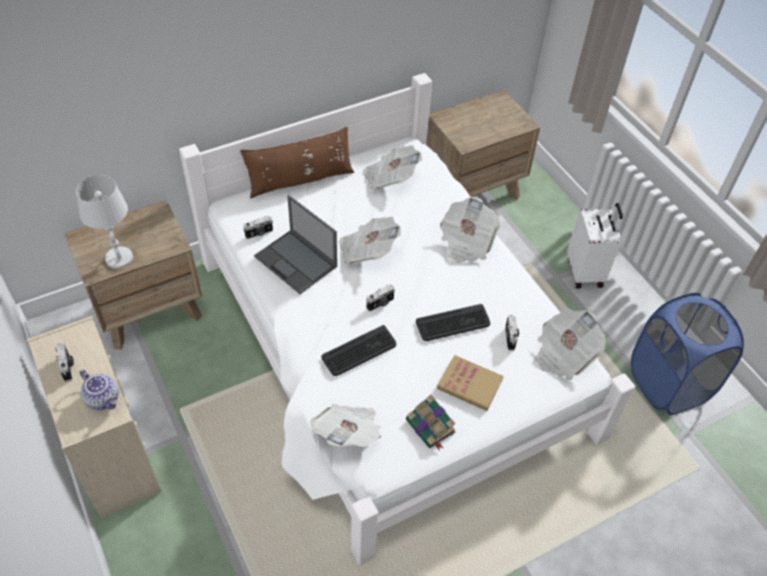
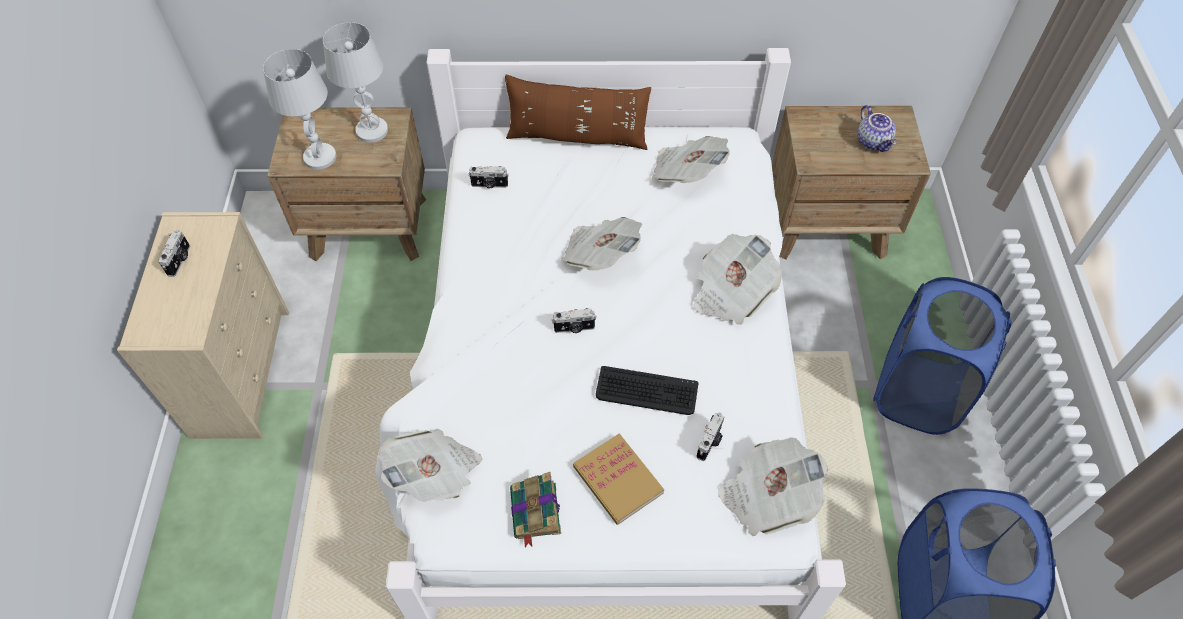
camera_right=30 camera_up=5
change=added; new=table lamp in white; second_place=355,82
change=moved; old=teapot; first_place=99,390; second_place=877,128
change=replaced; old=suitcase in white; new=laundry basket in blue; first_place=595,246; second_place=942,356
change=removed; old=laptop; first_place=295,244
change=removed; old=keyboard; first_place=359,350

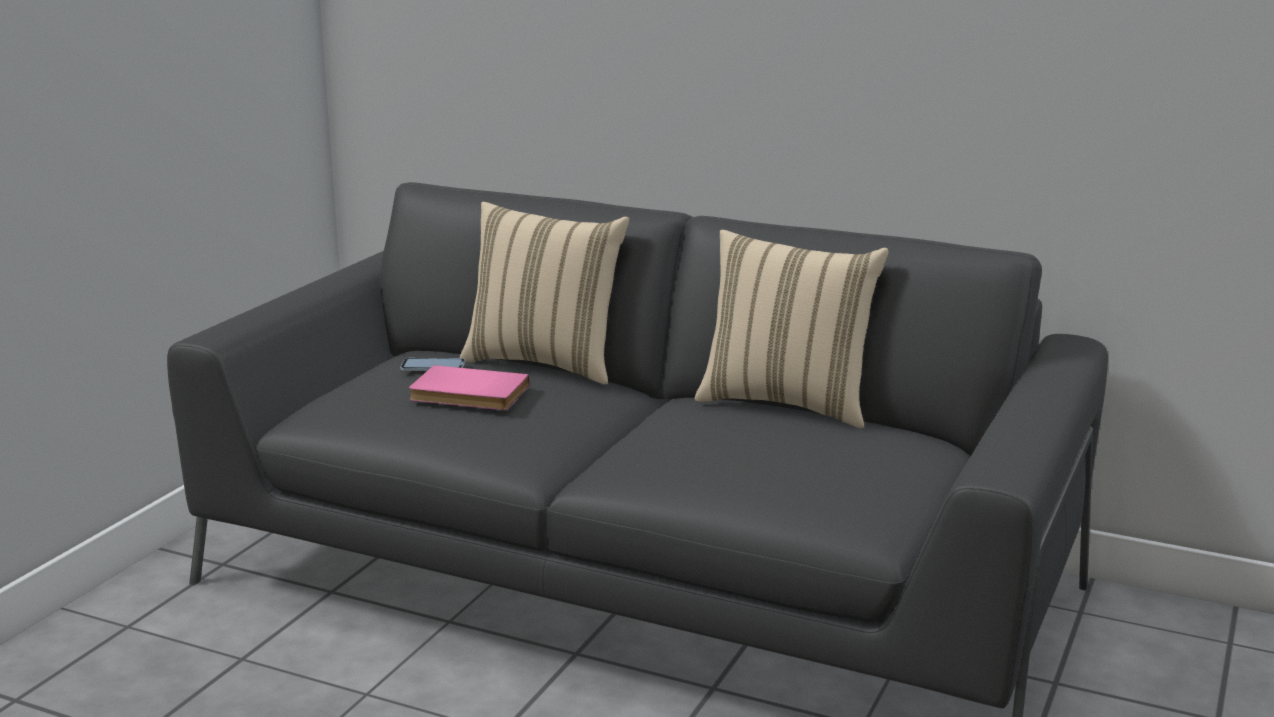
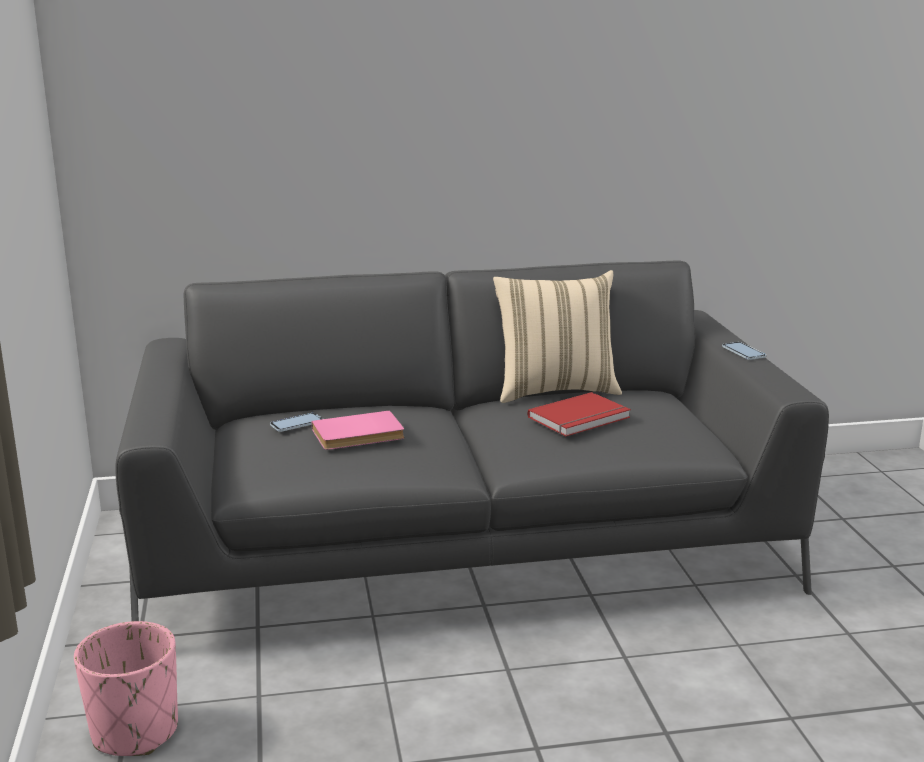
camera_right=-35 camera_up=0
change=added; new=planter in pink; second_place=126,688
change=added; new=book in red; second_place=579,414
change=added; new=phone; second_place=744,351
change=removed; old=pillow in beige; first_place=544,293

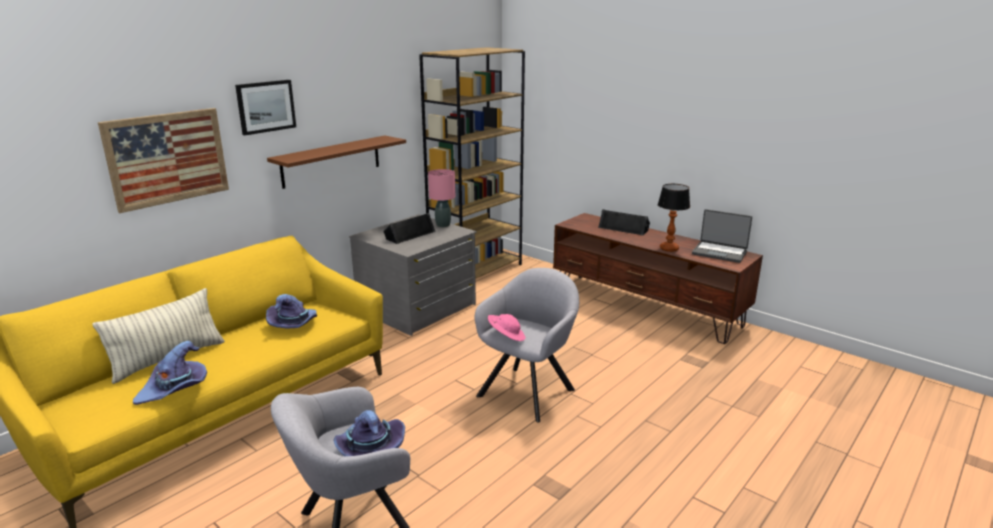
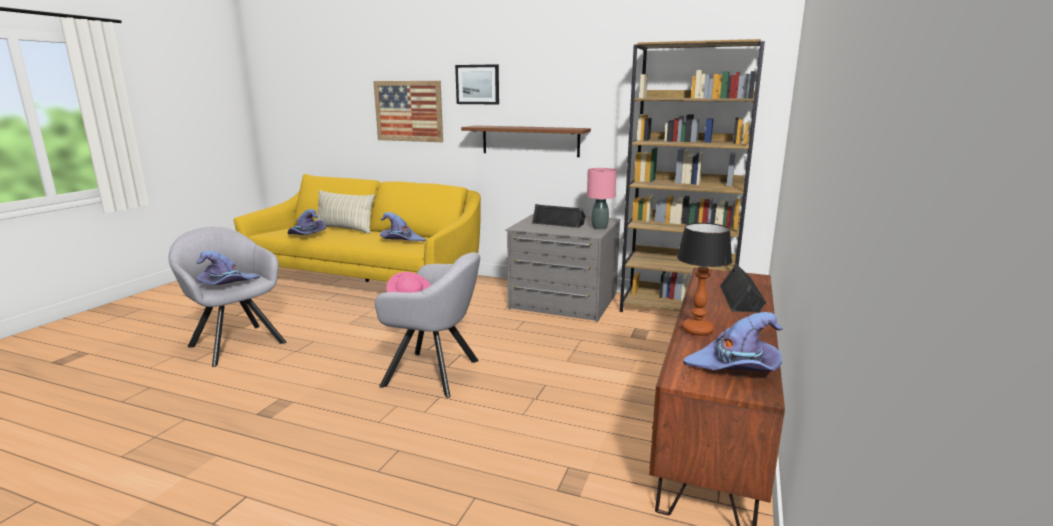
camera_right=70 camera_up=-5
change=replaced; old=laptop; new=hat in purple; first_place=722,236; second_place=733,341

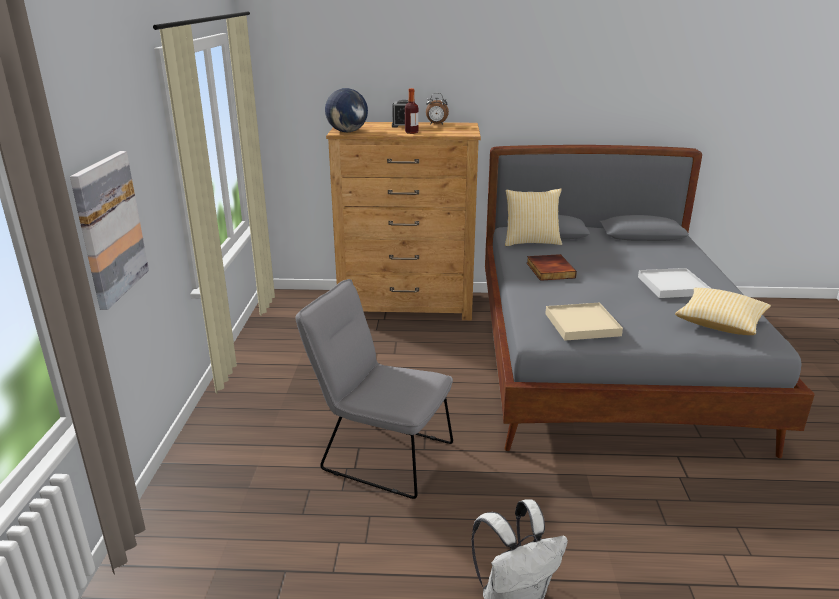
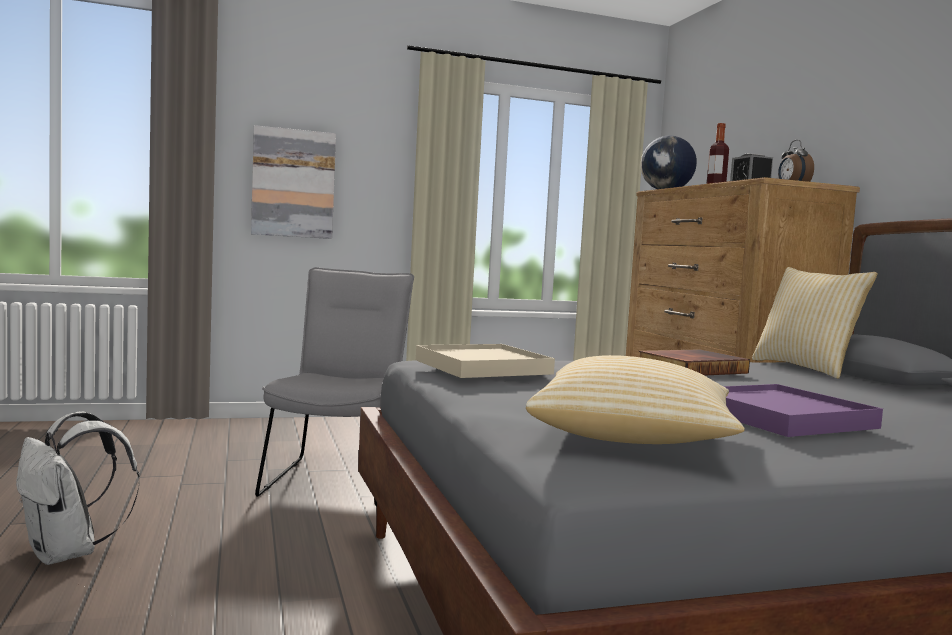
camera_right=70 camera_up=-20
change=recoloured; old=tray in white; new=tray in purple; first_place=674,283; second_place=803,410

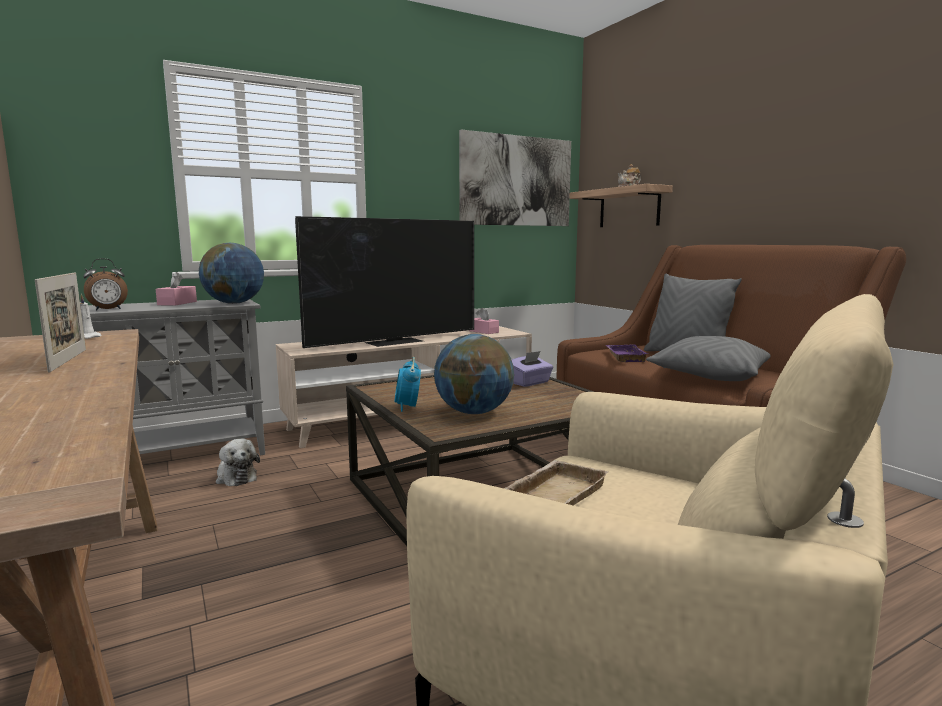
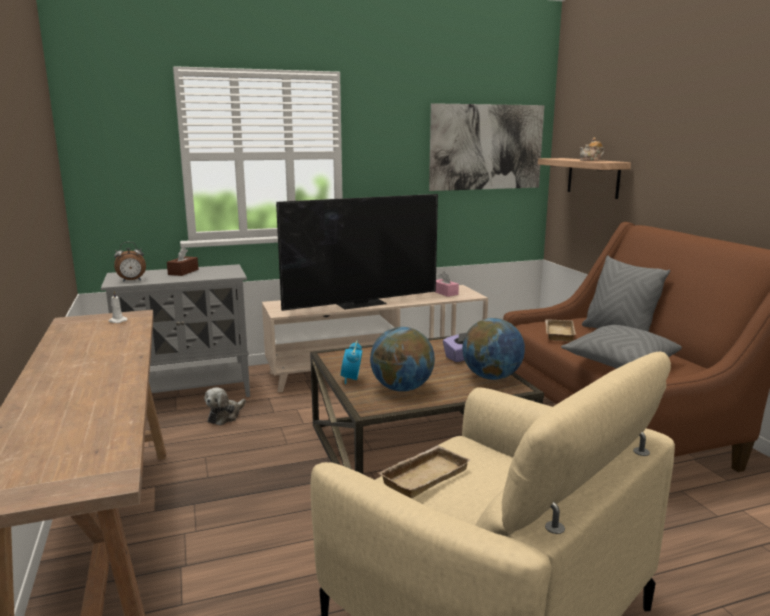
camera_right=10 camera_up=5
change=recoloured; old=tissue box in pink; new=tissue box in brown; first_place=176,289; second_place=183,261
change=turned; old=plush toy; first_place=238,462; second_place=225,406; degrees=60
change=moved; old=globe; first_place=231,273; second_place=493,349
change=recoloured; old=tray in purple; new=tray in beige; first_place=627,353; second_place=560,330
change=removed; old=picture frame; first_place=60,322

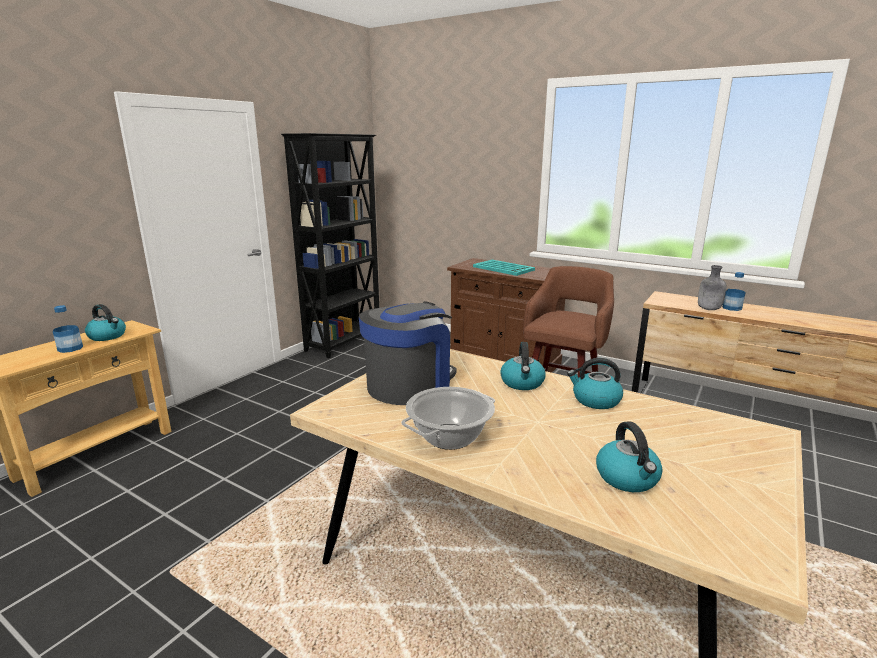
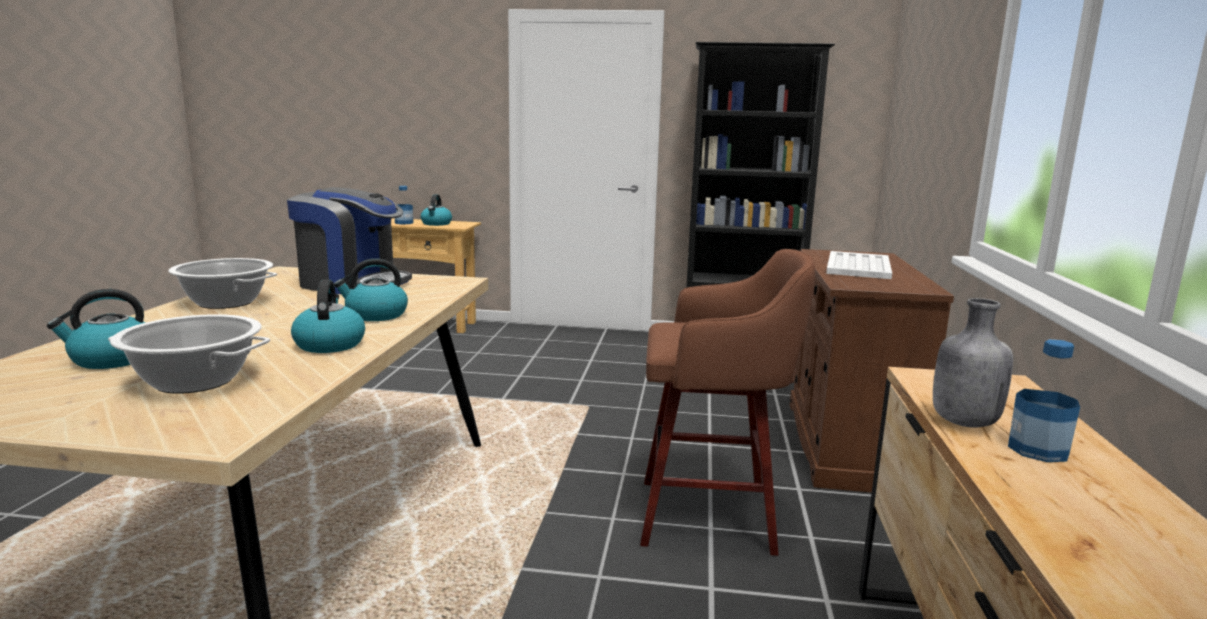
camera_right=65 camera_up=-5
change=added; new=cooking pot; second_place=189,354
change=recoloured; old=tray in turquoise; new=tray in white; first_place=504,268; second_place=859,265

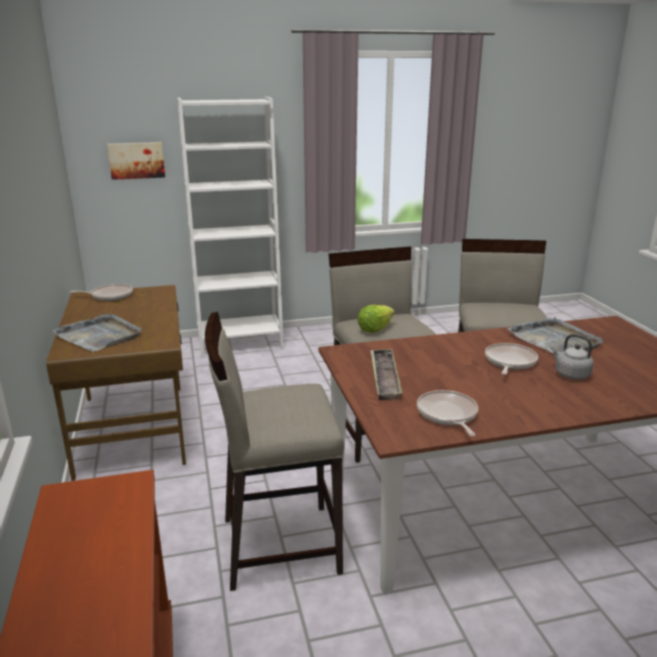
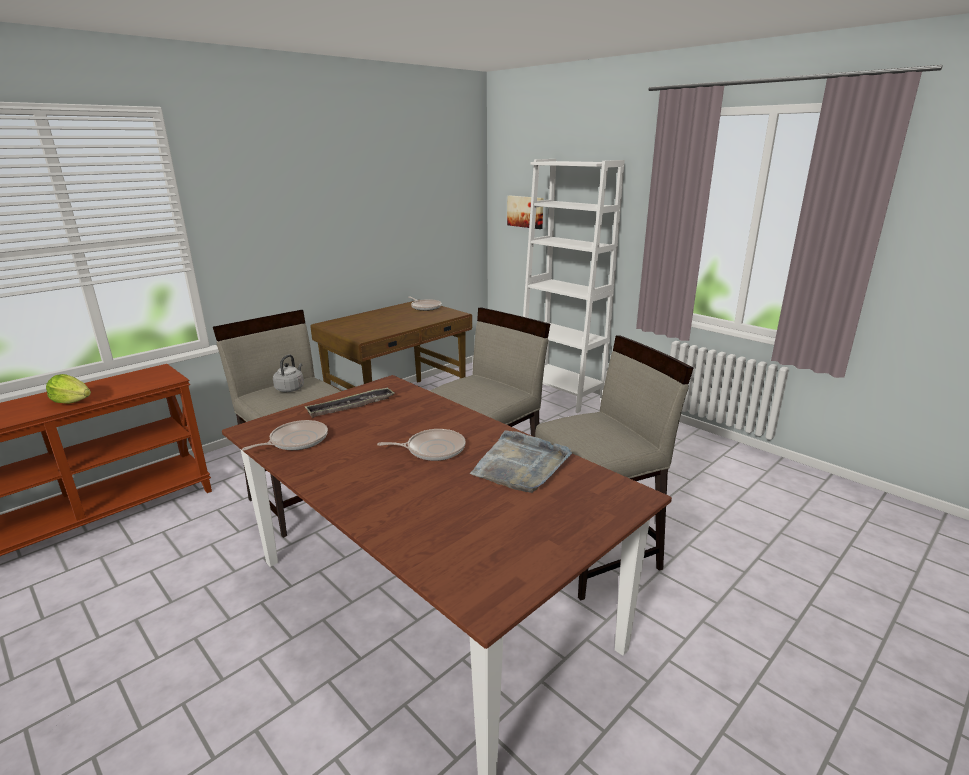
camera_right=60 camera_up=0
change=moved; old=lettuce; first_place=376,319; second_place=68,389
change=moved; old=kettle in grey; first_place=572,357; second_place=288,373
change=removed; old=tray in grey; first_place=97,332

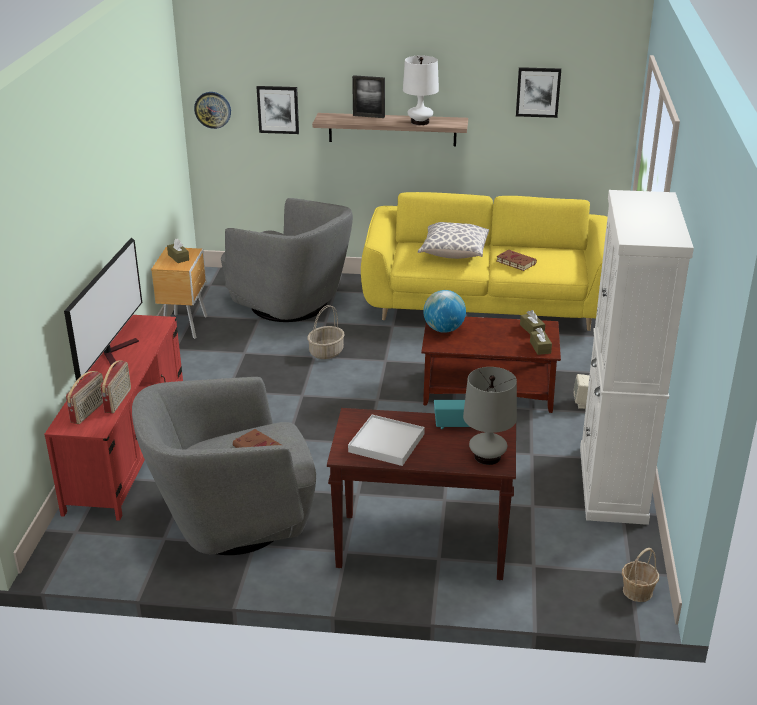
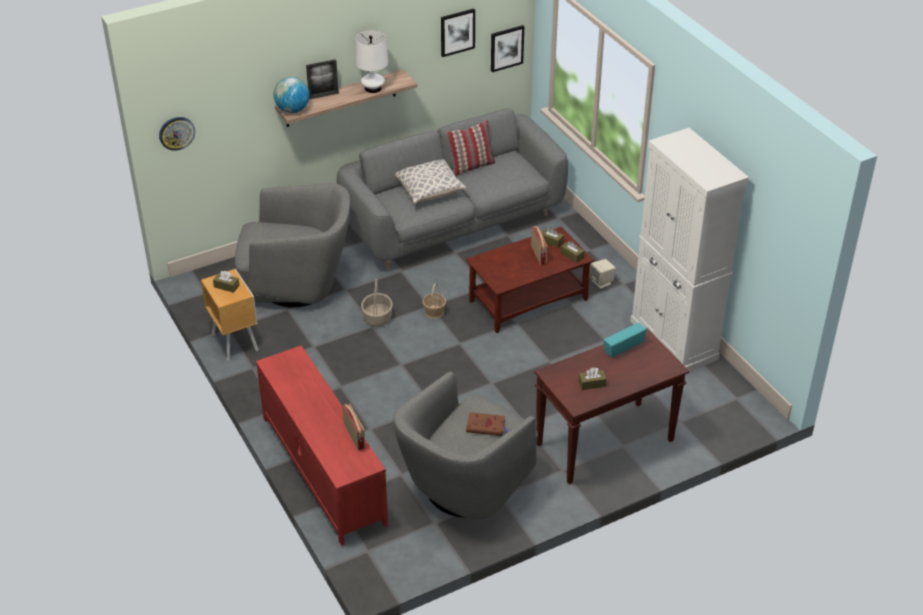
camera_right=-35 camera_up=10
change=moved; old=globe; first_place=444,311; second_place=292,95
change=recoloured; old=sofa in yellow; new=sofa in grey; first_place=484,261; second_place=452,188
change=moved; old=basket; first_place=640,575; second_place=434,301
change=added; new=pillow; second_place=470,148
change=moved; old=picture; first_place=278,110; second_place=507,48
change=moved; old=radio; first_place=84,397; second_place=539,245
change=replaced; old=tray in white; new=tissue box in brown; first_place=386,440; second_place=592,378
change=removed; old=television; first_place=103,309
change=removed; old=table lamp in grey; first_place=490,416
change=removed; old=book in brown; first_place=516,260

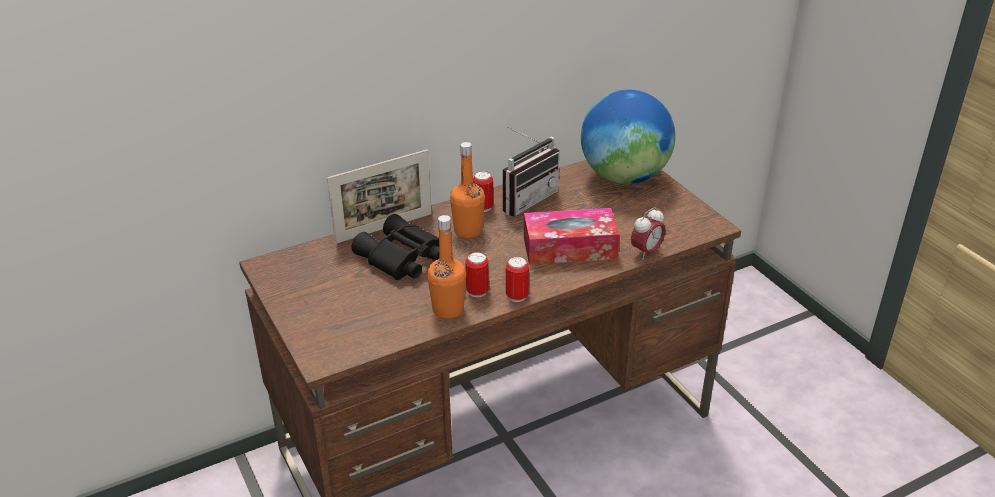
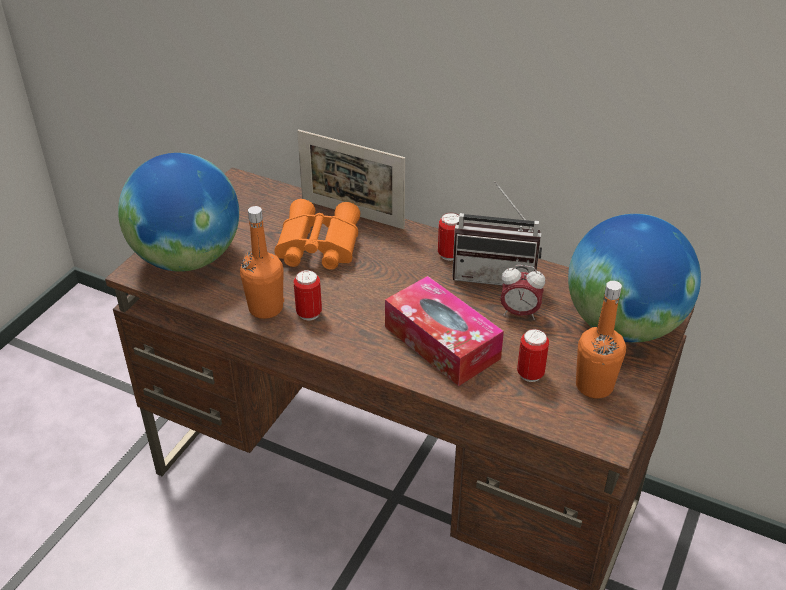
camera_right=55 camera_up=5
change=added; new=globe; second_place=178,212
change=recoloured; old=binoculars in black; new=binoculars in orange; first_place=395,247; second_place=317,234
change=moved; old=alarm clock; first_place=648,233; second_place=522,292
change=moved; old=can; first_place=517,279; second_place=533,355
change=moved; old=bottle in orange; first_place=467,190; second_place=601,339

